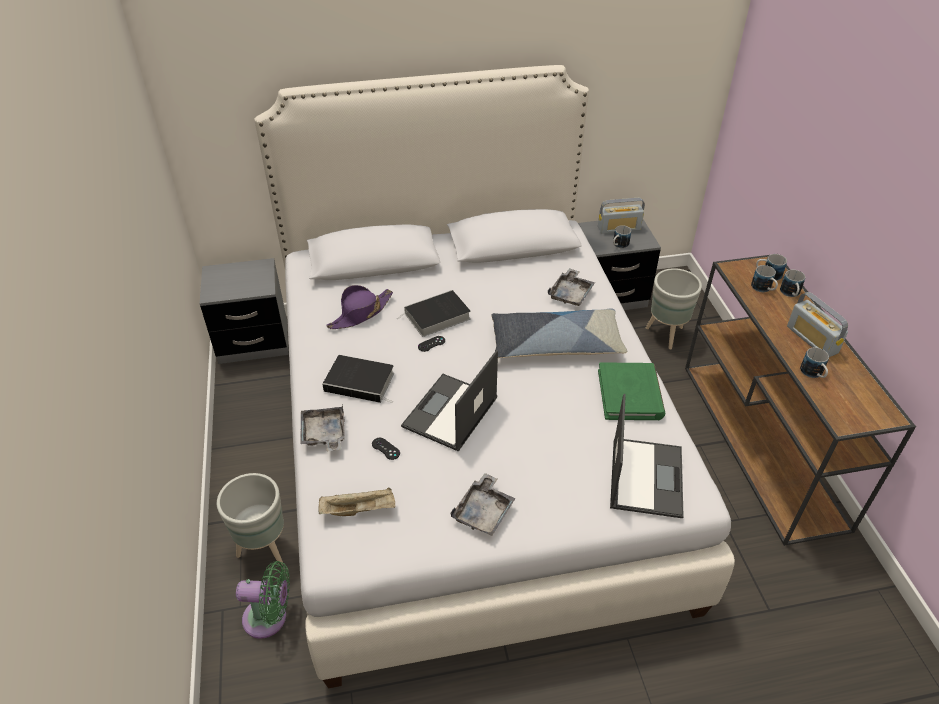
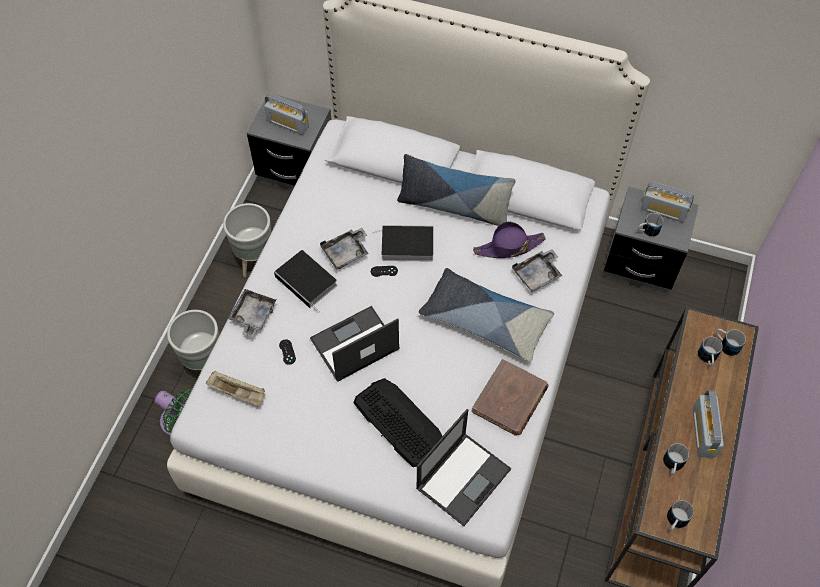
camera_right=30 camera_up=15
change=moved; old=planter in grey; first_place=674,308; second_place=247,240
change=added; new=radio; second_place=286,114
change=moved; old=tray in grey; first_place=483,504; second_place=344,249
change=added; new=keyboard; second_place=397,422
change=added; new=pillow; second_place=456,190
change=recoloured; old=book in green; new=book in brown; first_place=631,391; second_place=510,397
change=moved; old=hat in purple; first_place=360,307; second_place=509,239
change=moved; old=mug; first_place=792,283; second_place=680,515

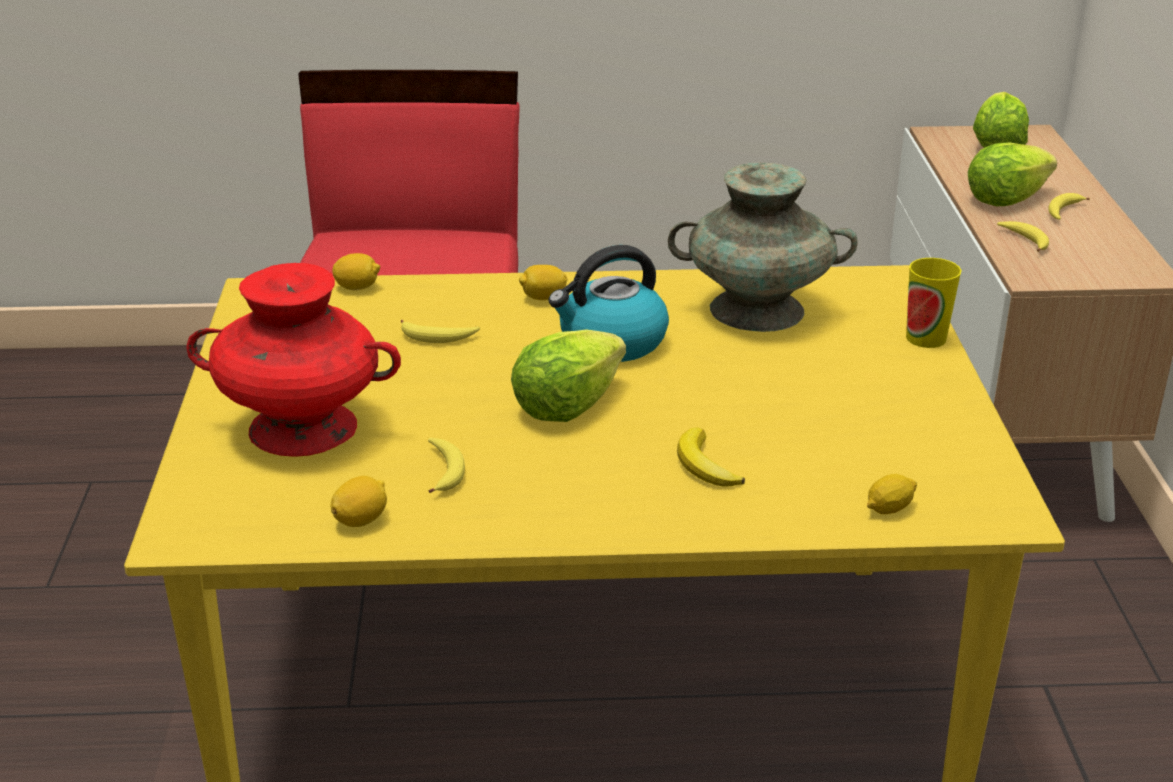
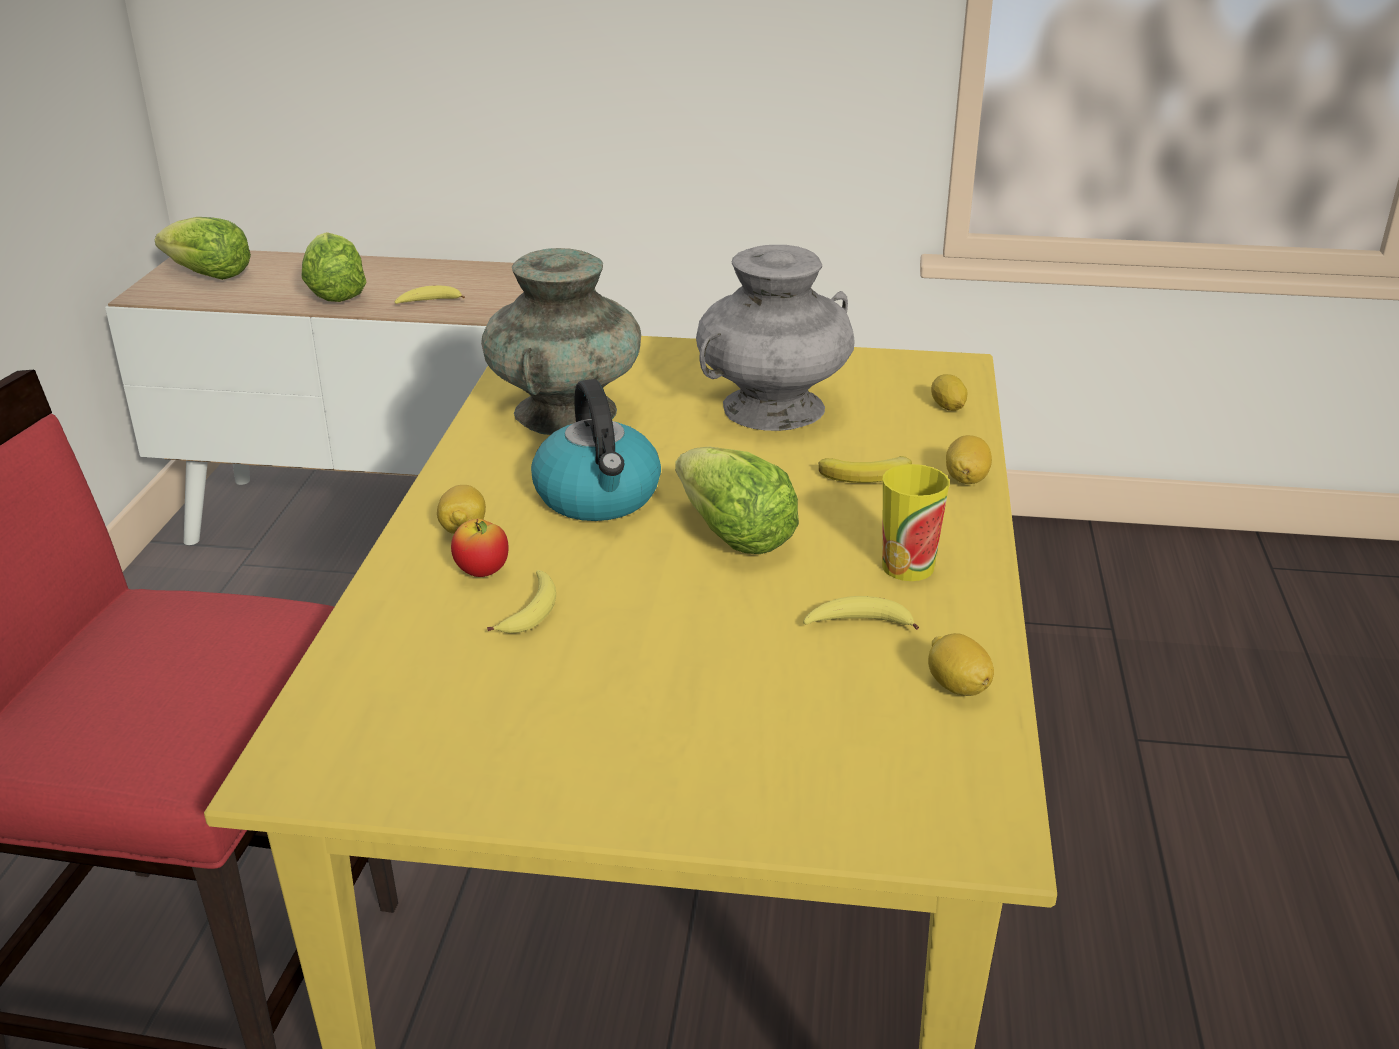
camera_right=-80 camera_up=0
change=added; new=apple; second_place=480,548
change=added; new=vase in grey; second_place=775,338
change=moved; old=cup; first_place=934,303; second_place=915,522
change=moved; old=lemon; first_place=356,271; second_place=969,459
change=removed; old=vase in red; first_place=294,360
change=removed; old=banana; first_place=1069,206

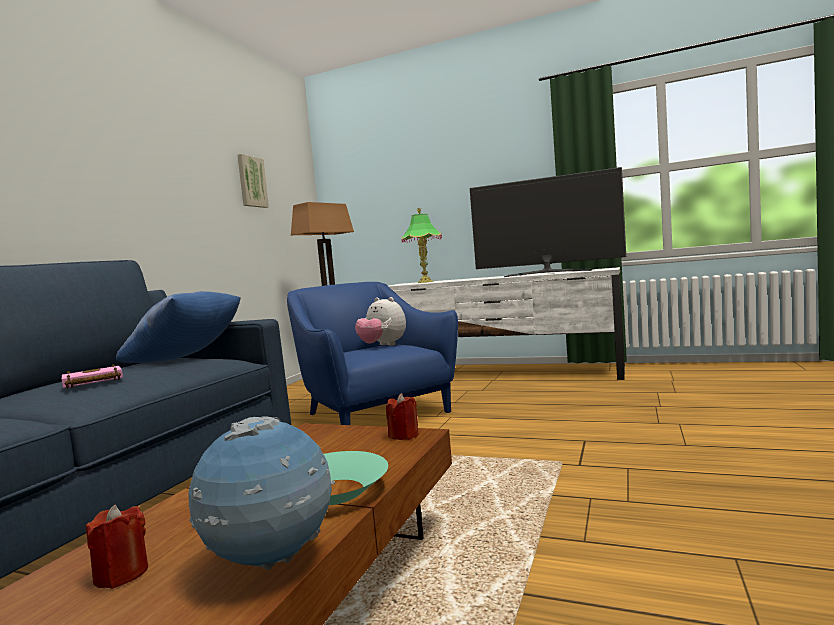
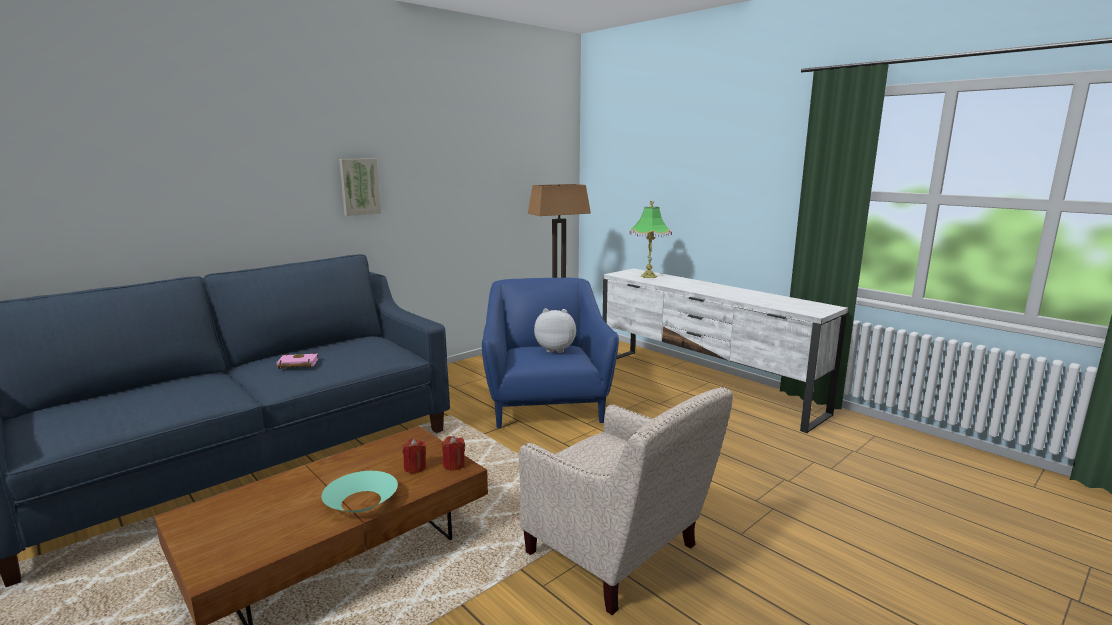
camera_right=25 camera_up=10
change=moved; old=picture; first_place=253,181; second_place=360,187
change=moved; old=candle in red; first_place=117,546; second_place=414,455
change=added; new=armchair in beige; second_place=626,501
change=turned; old=plush toy; first_place=380,321; second_place=555,330; degrees=120
change=removed; old=pillow in blue; first_place=178,327
change=removed; old=globe; first_place=261,493
change=removed; old=television; first_place=548,222

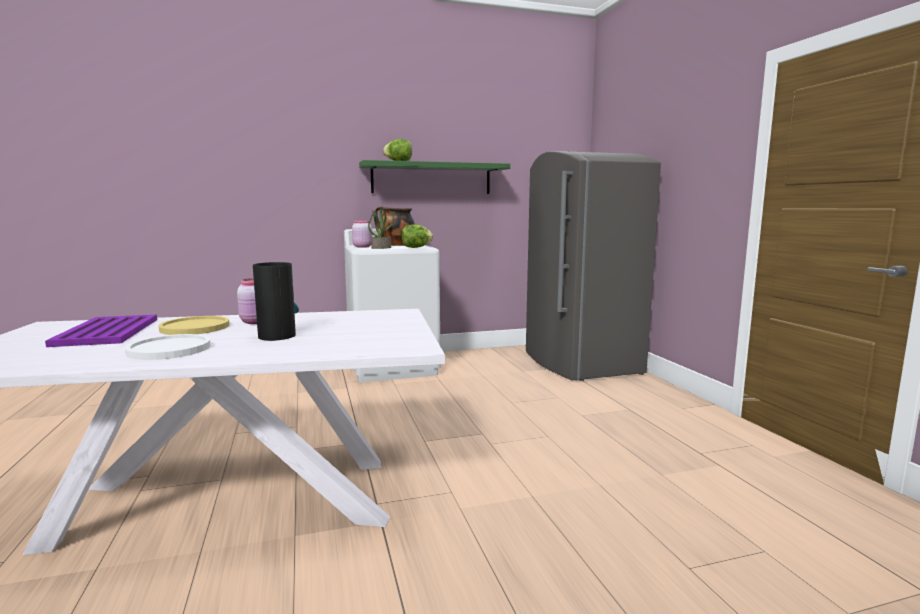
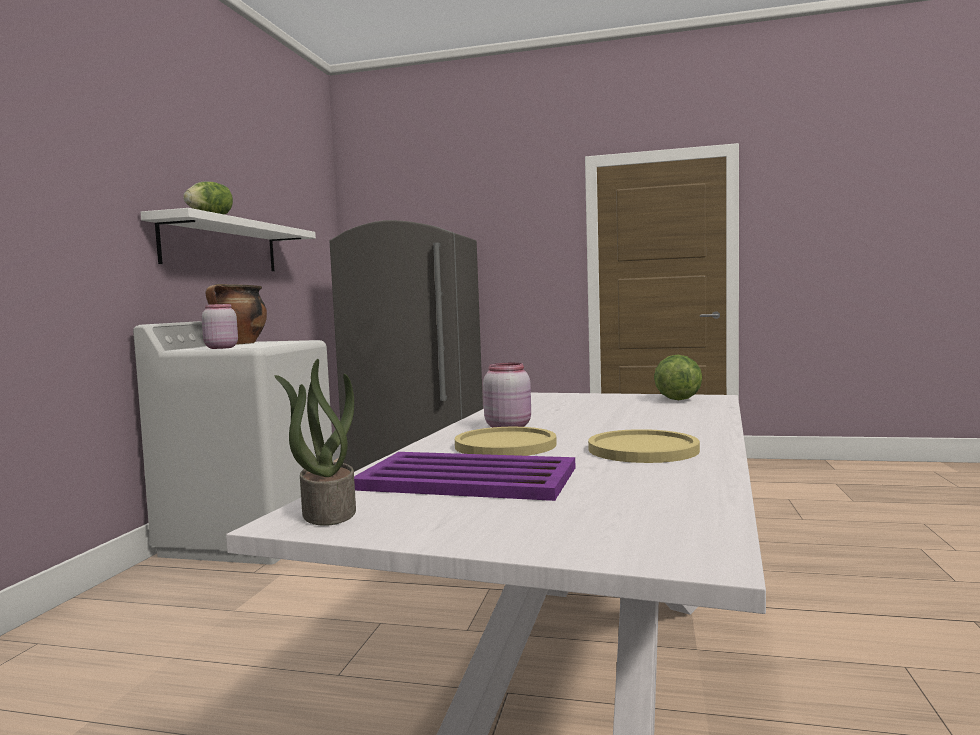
camera_right=-60 camera_up=-5
change=recoloured; old=shelf in green; new=shelf in white; first_place=434,177; second_place=228,239
change=moved; old=potted plant; first_place=381,228; second_place=315,442
change=recoloured; old=plate in white; new=plate in yellow; first_place=168,347; second_place=644,446
change=moved; old=lettuce; first_place=417,236; second_place=678,377
change=removed; old=vase; first_place=276,301

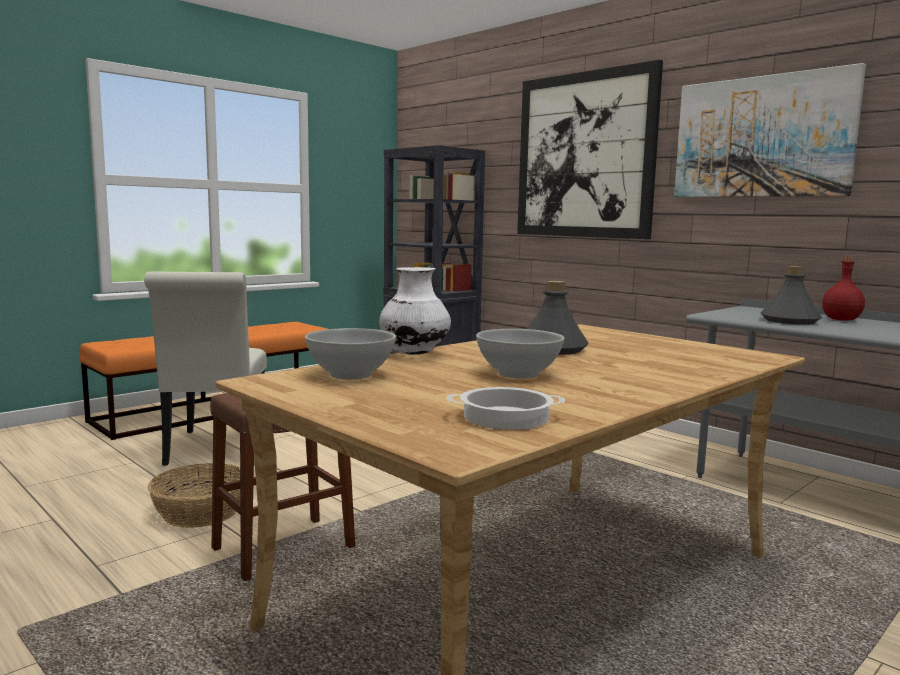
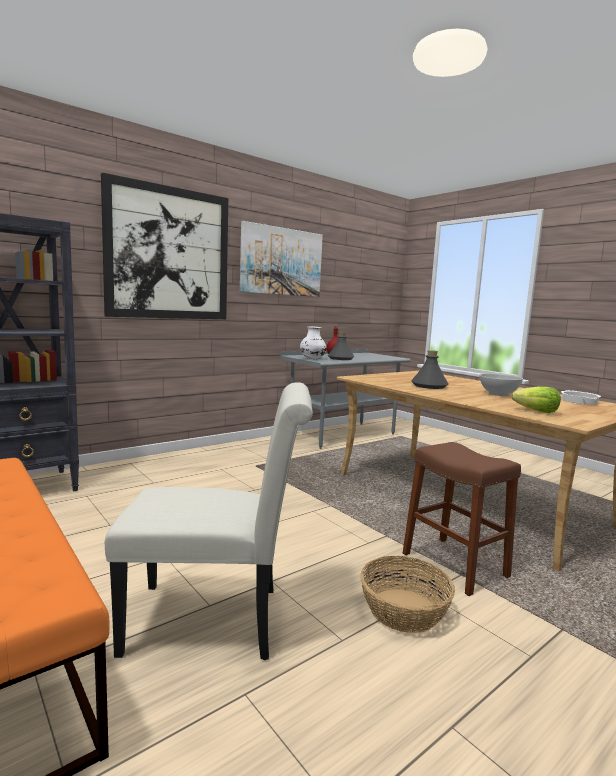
camera_right=-85 camera_up=0
change=moved; old=vase in white; first_place=415,311; second_place=313,343
change=replaced; old=bowl in white; new=lettuce; first_place=350,353; second_place=536,399

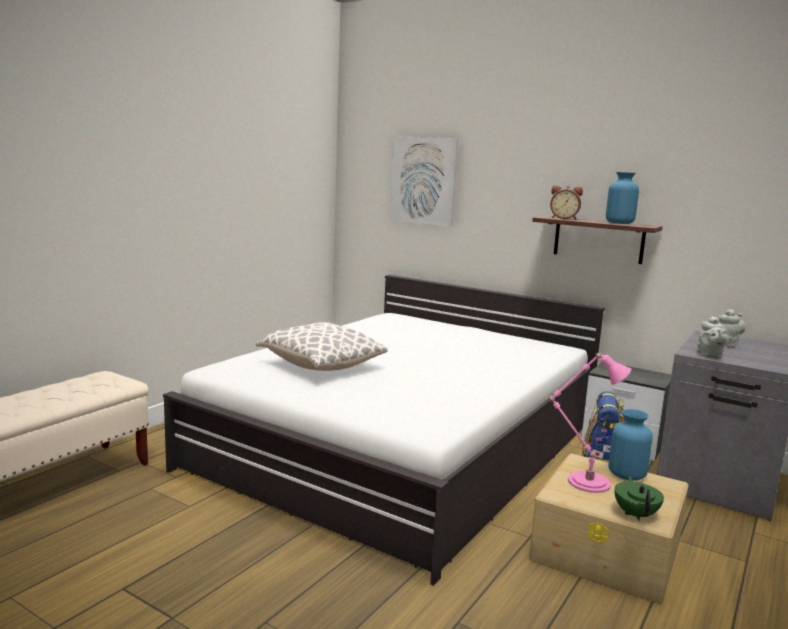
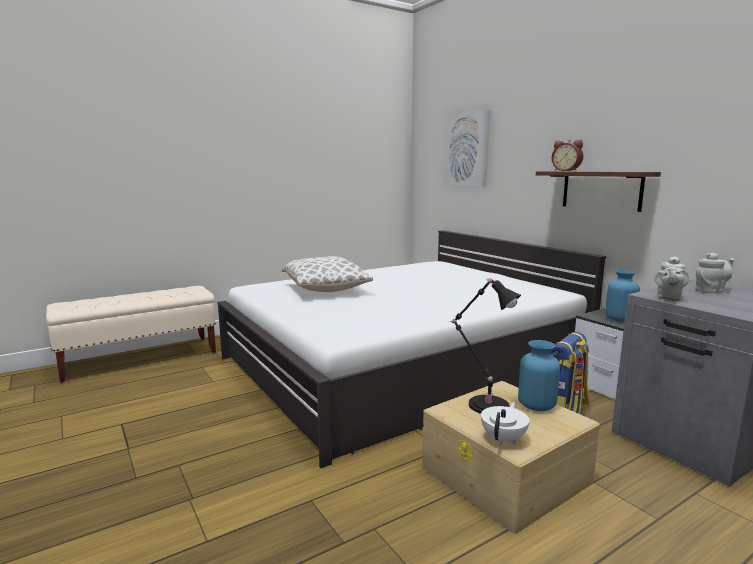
camera_right=25 camera_up=0
change=recoloured; old=table lamp in pink; new=table lamp in black; first_place=589,423; second_place=485,346
change=recoloured; old=teapot in green; new=teapot in white; first_place=639,498; second_place=505,423
change=moved; old=vase in blue; first_place=622,198; second_place=622,296

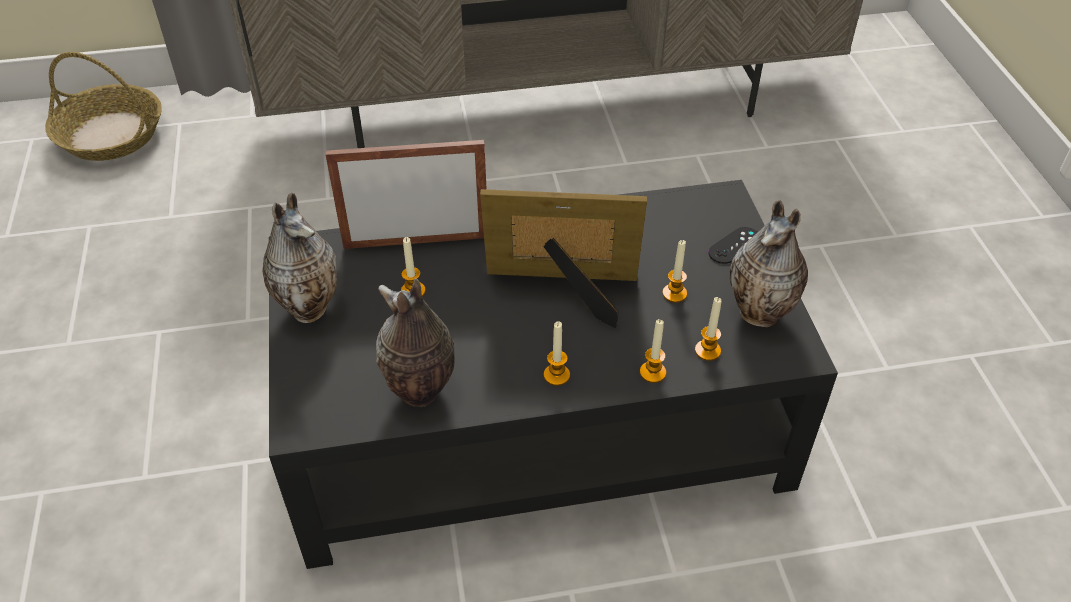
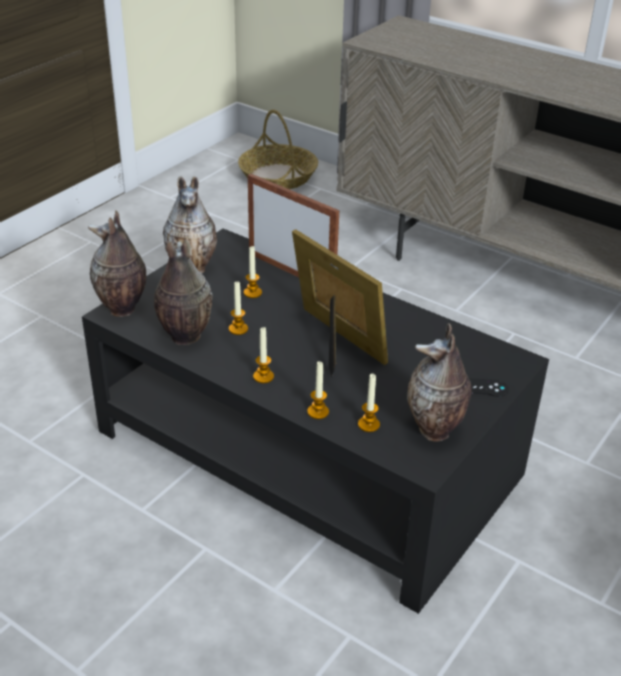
camera_right=45 camera_up=-10
change=added; new=vase; second_place=117,263
change=moved; old=candle; first_place=674,271; second_place=238,308

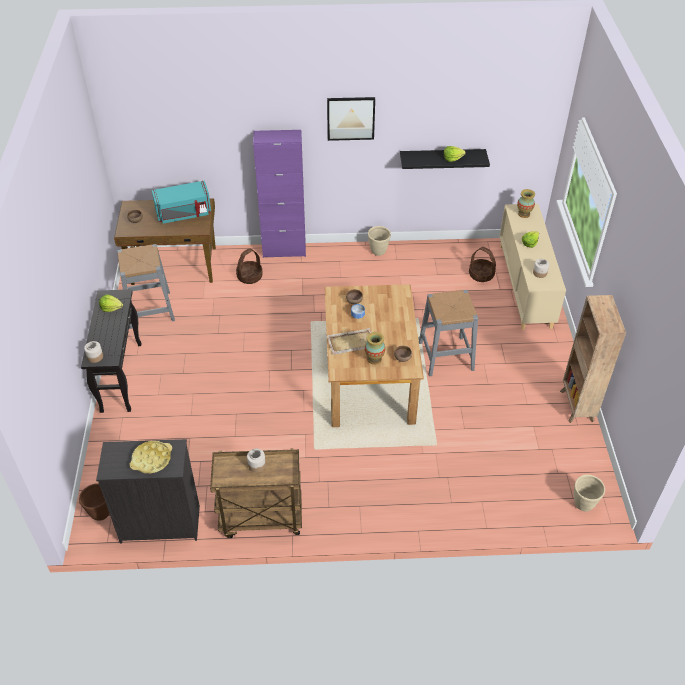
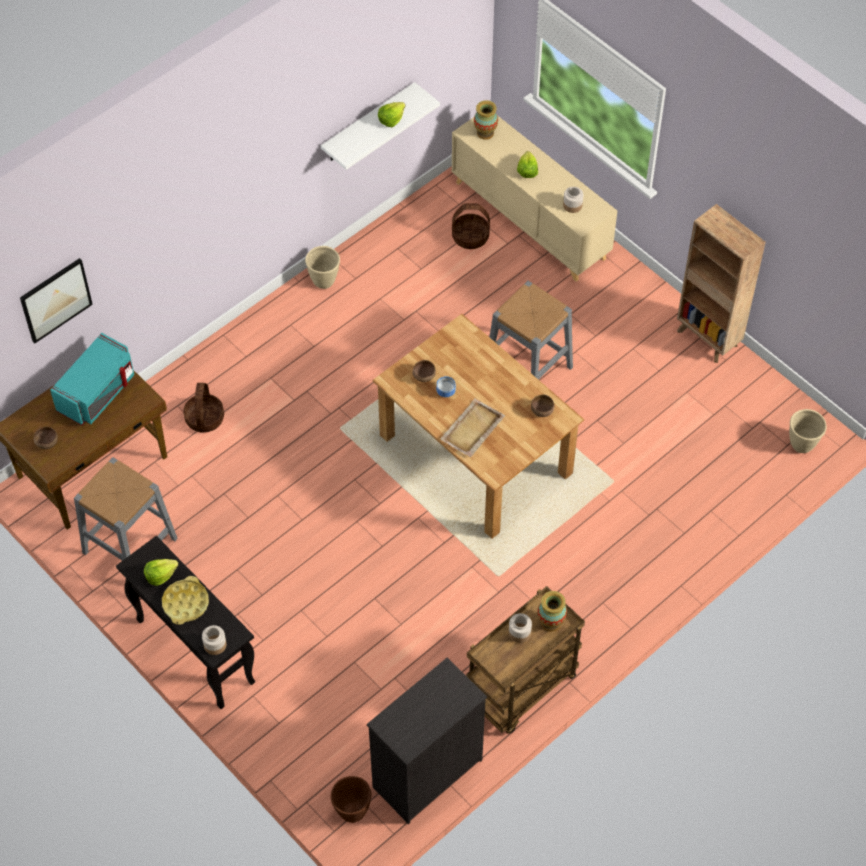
camera_right=-40 camera_up=10
change=moved; old=picture; first_place=351,119; second_place=56,300
change=moved; old=tray in yellow; first_place=150,457; second_place=185,600
change=recoloured; old=shelf in black; new=shelf in white; first_place=445,159; second_place=380,126
change=moved; old=vase; first_place=375,348; second_place=552,611
change=removed; old=cabinet in purple; first_place=279,194

